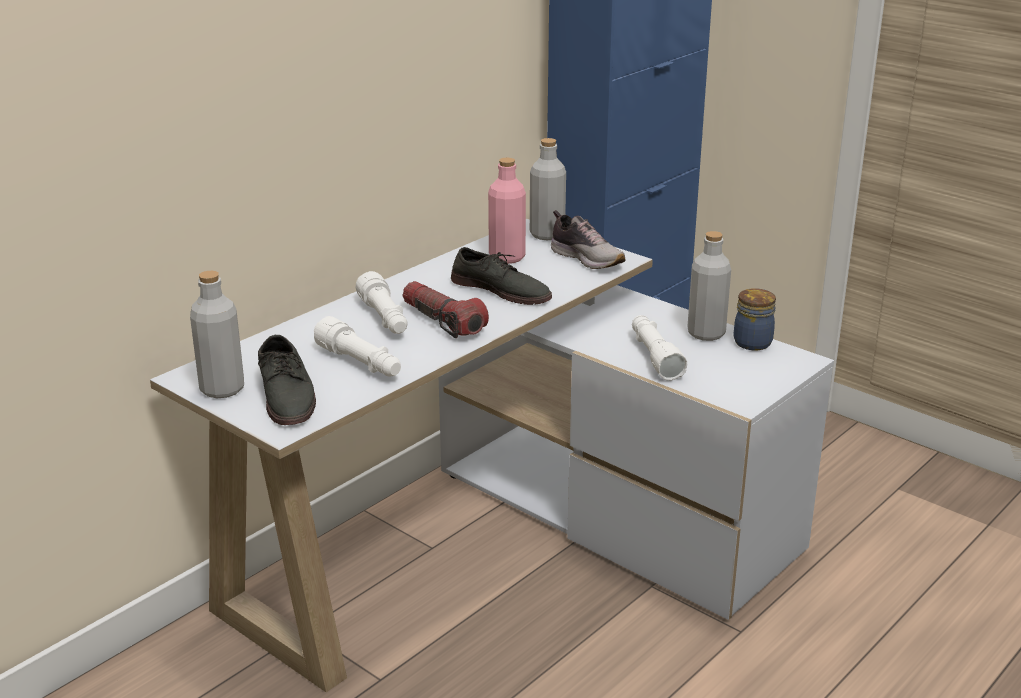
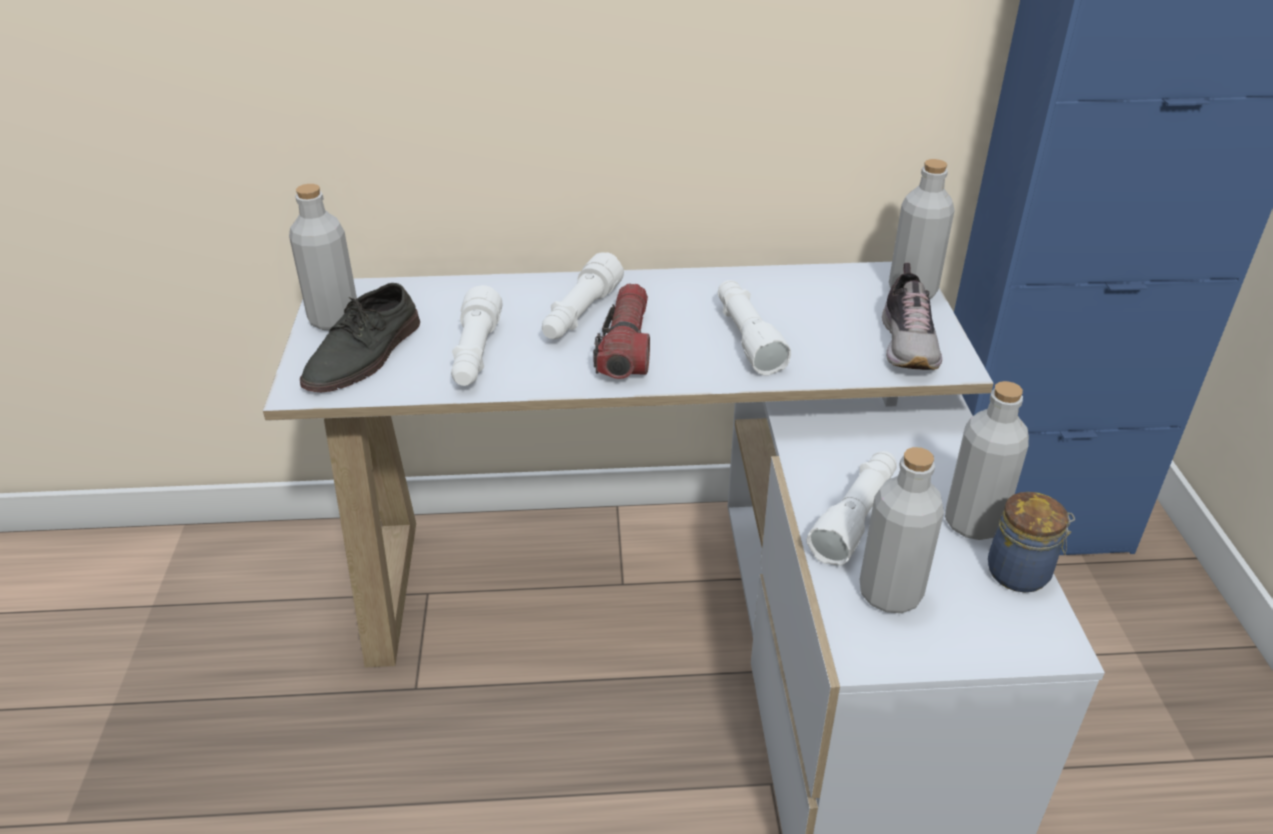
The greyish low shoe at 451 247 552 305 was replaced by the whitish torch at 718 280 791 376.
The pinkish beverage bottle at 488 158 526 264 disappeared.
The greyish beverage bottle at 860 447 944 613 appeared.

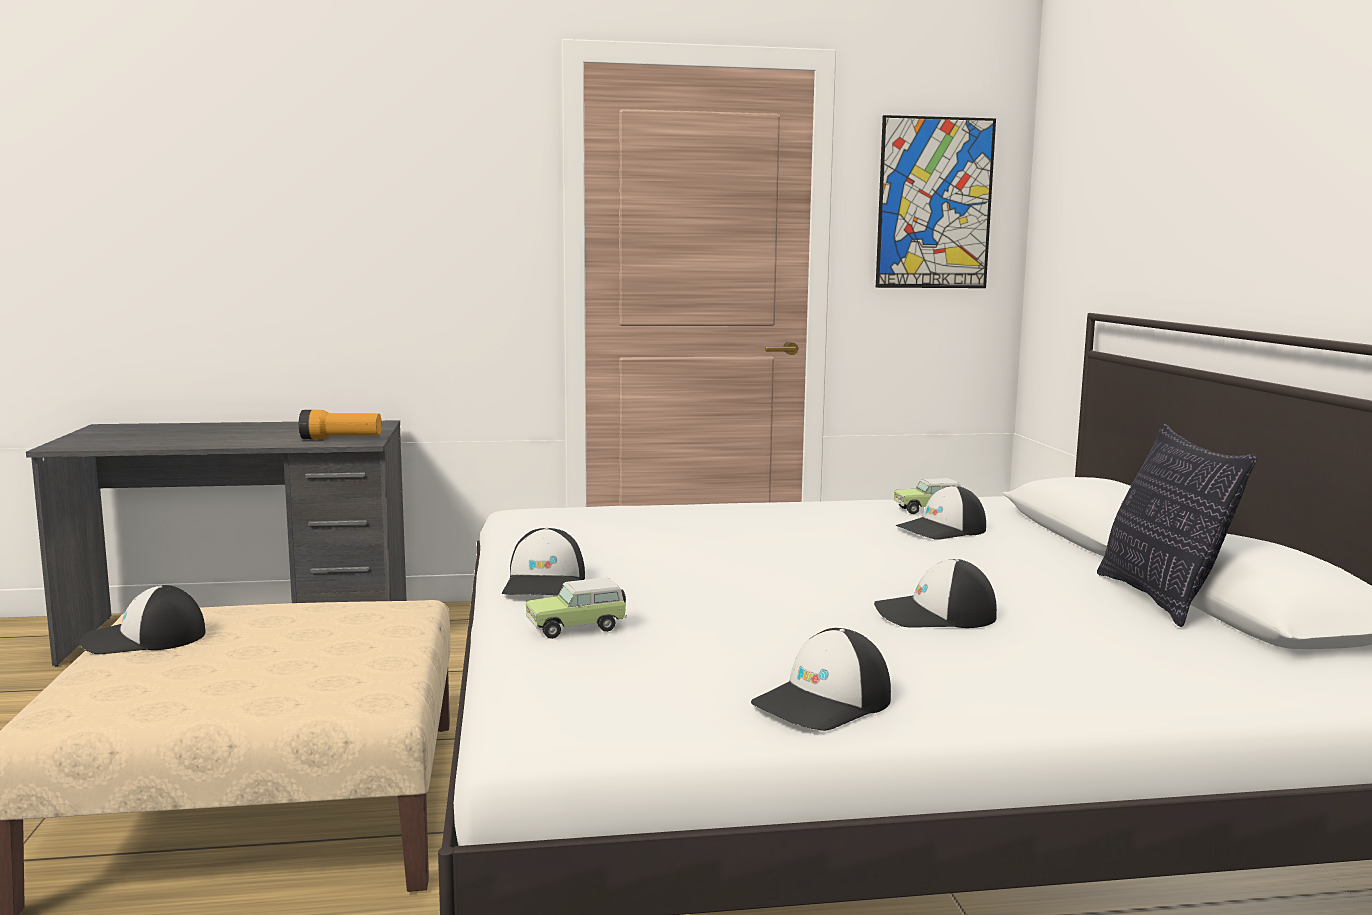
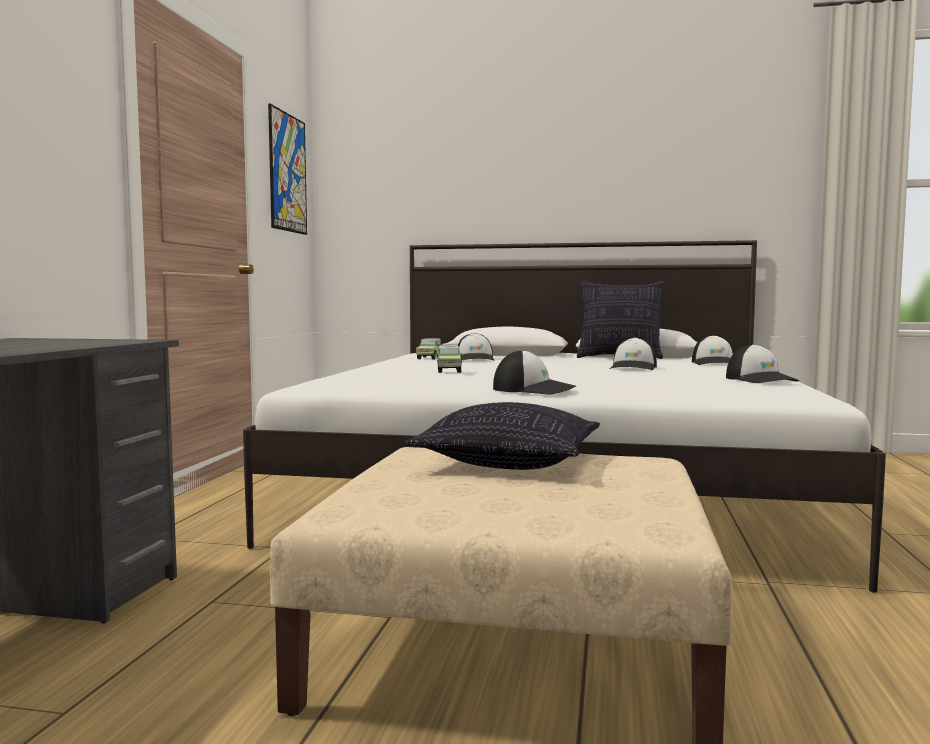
The baseball cap moved from 80 585 206 654 to 692 335 733 365.
The torch at 299 410 382 439 disappeared.
The miniature car moved from 526 578 627 639 to 436 345 463 373.
The cushion at 405 402 600 470 appeared.

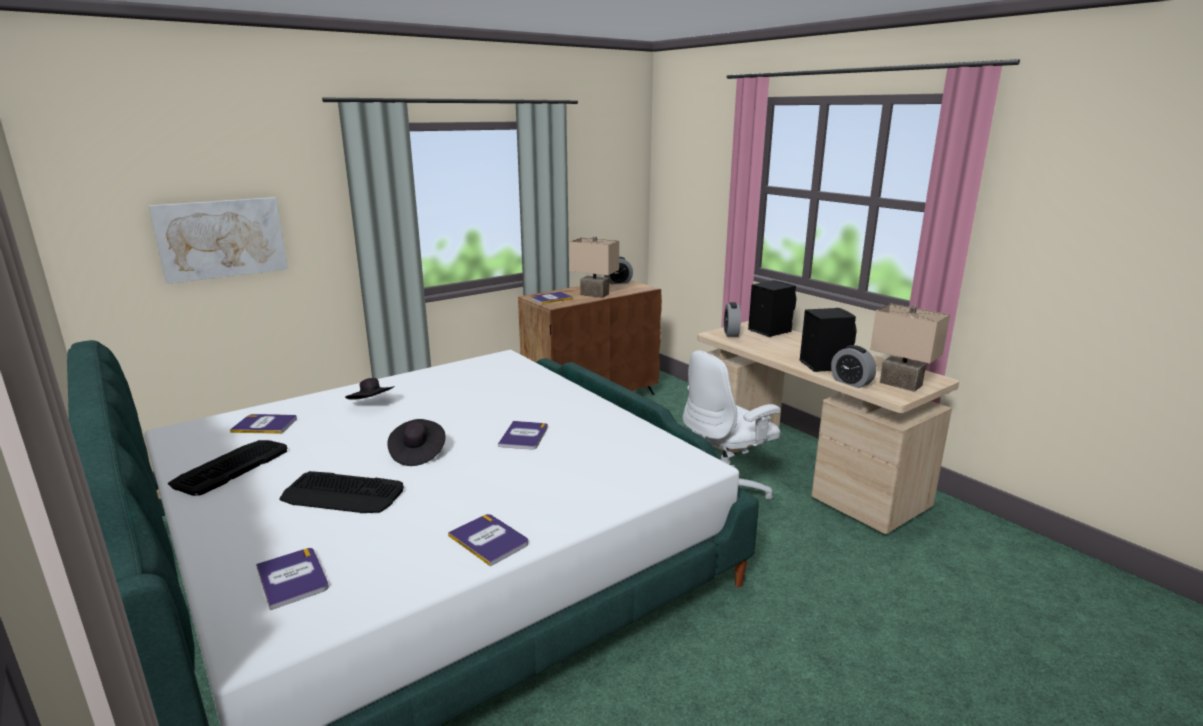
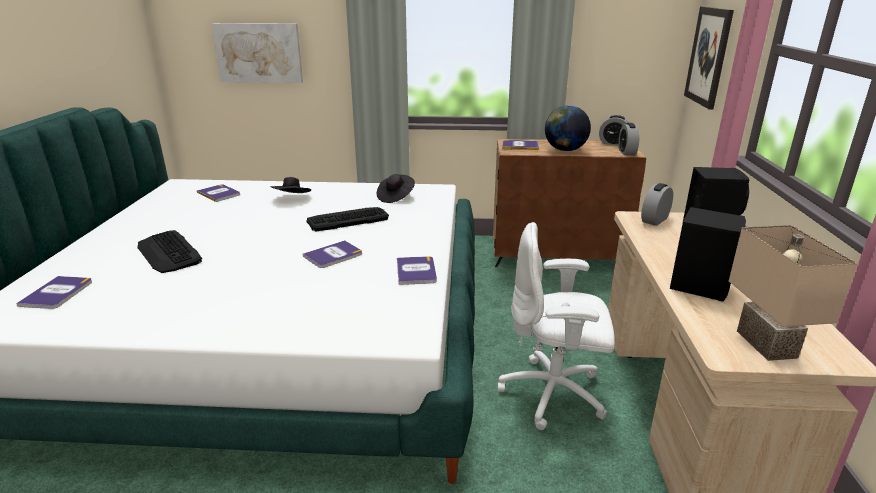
The computer keyboard moved from 168 440 288 496 to 306 207 389 231.
The black clothing hat moved from 387 419 446 466 to 377 174 415 203.
The bound book moved from 448 514 528 566 to 397 256 437 285.
The beige-coloured table lamp at 570 237 619 298 was replaced by the desk globe at 545 105 591 151.
The table clock moved from 831 345 876 388 to 618 123 639 155.
The wall picture at 684 6 734 110 appeared.

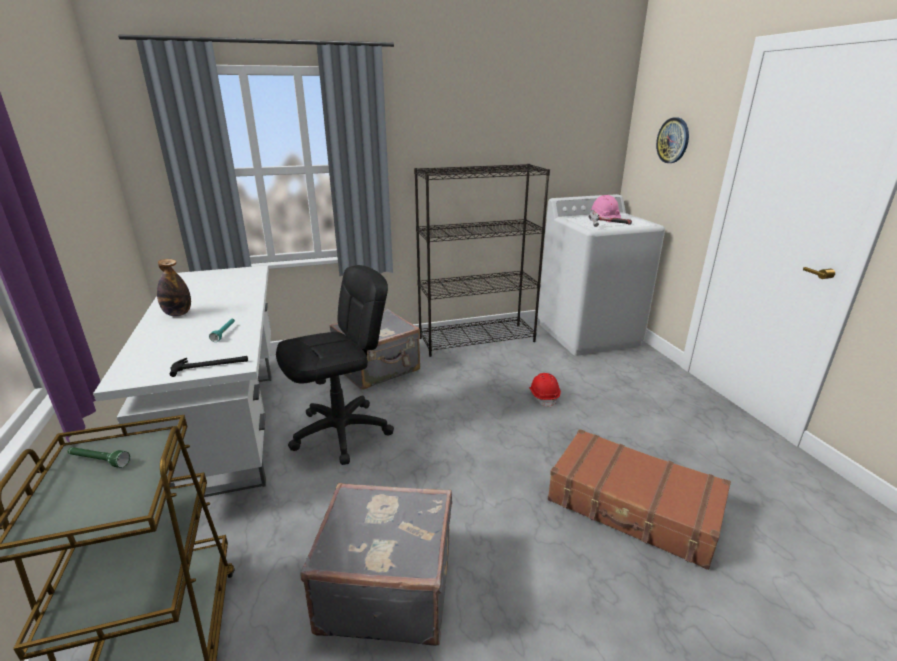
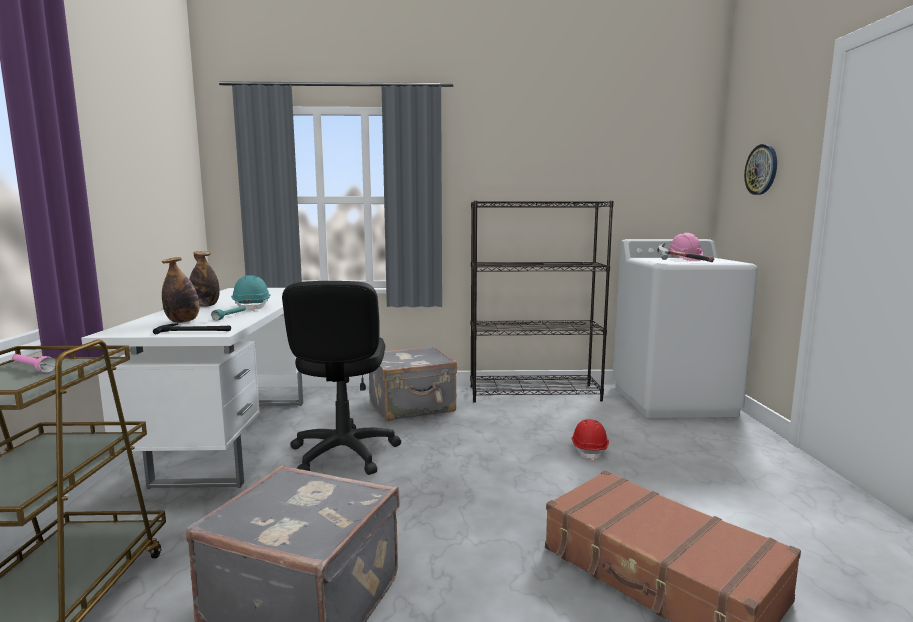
The green-coloured torch at 68 447 130 468 became the pinkish torch at 12 354 56 373.
The black desk chair at 276 265 394 465 turned 105 degrees clockwise.
The beverage bottle at 162 257 199 323 appeared.
The blue-green work helmet at 231 275 270 311 appeared.

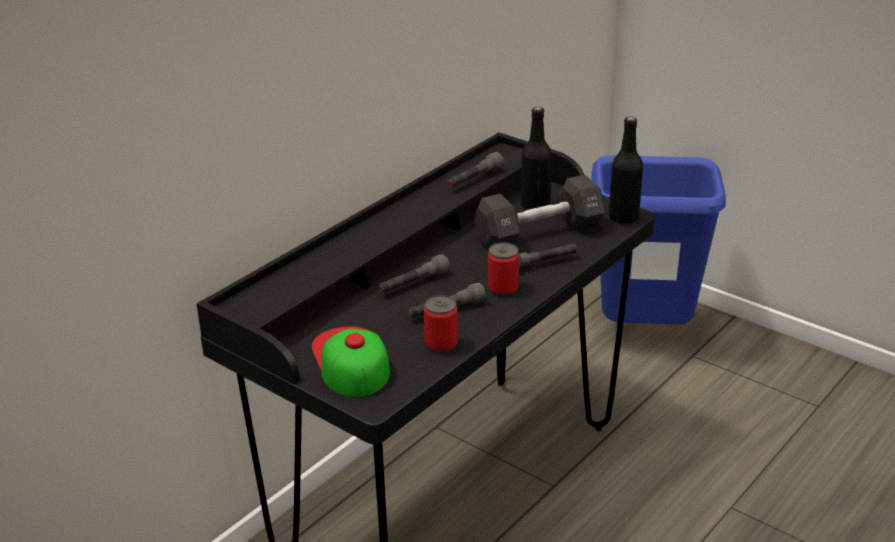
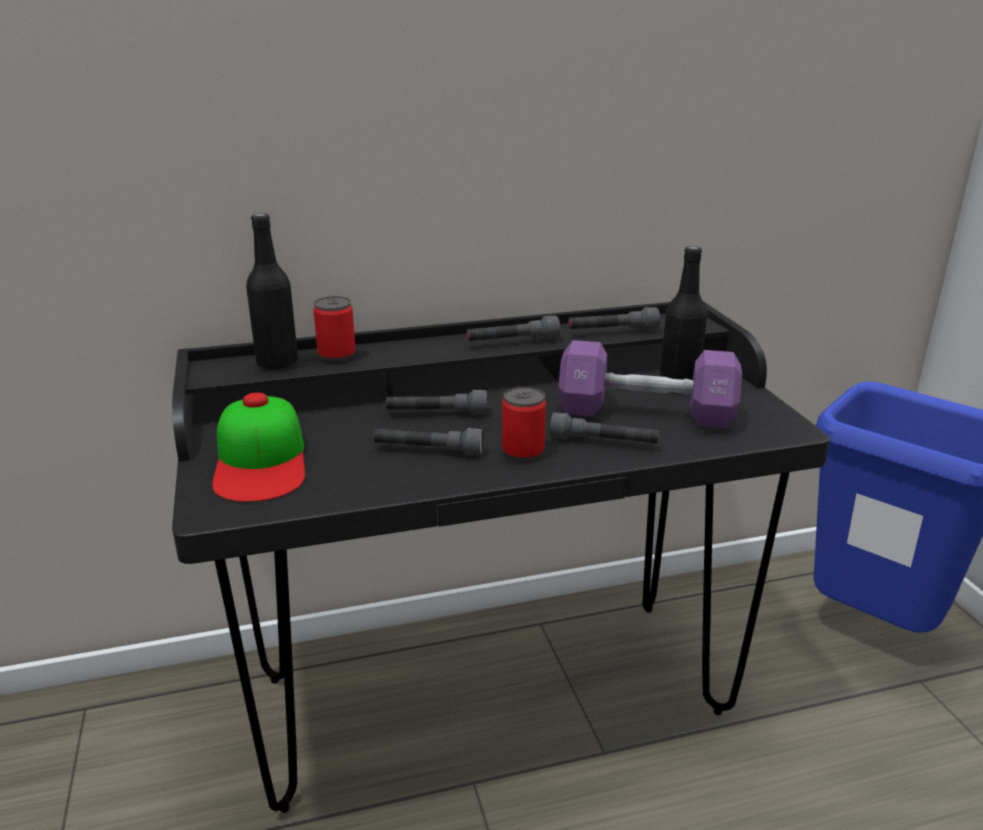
The baseball cap at 312 327 390 397 turned 150 degrees clockwise.
The sealed can moved from 424 295 458 353 to 313 296 356 362.
The black free weight at 474 174 605 247 became the purple free weight at 558 340 742 428.
The black beverage bottle moved from 609 117 643 223 to 246 213 298 370.
The greyish torch at 466 316 560 341 appeared.

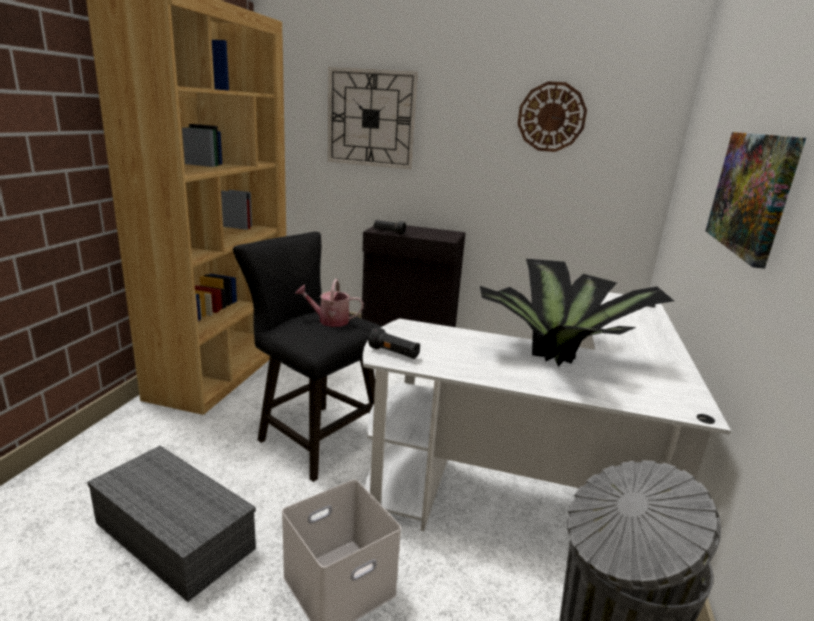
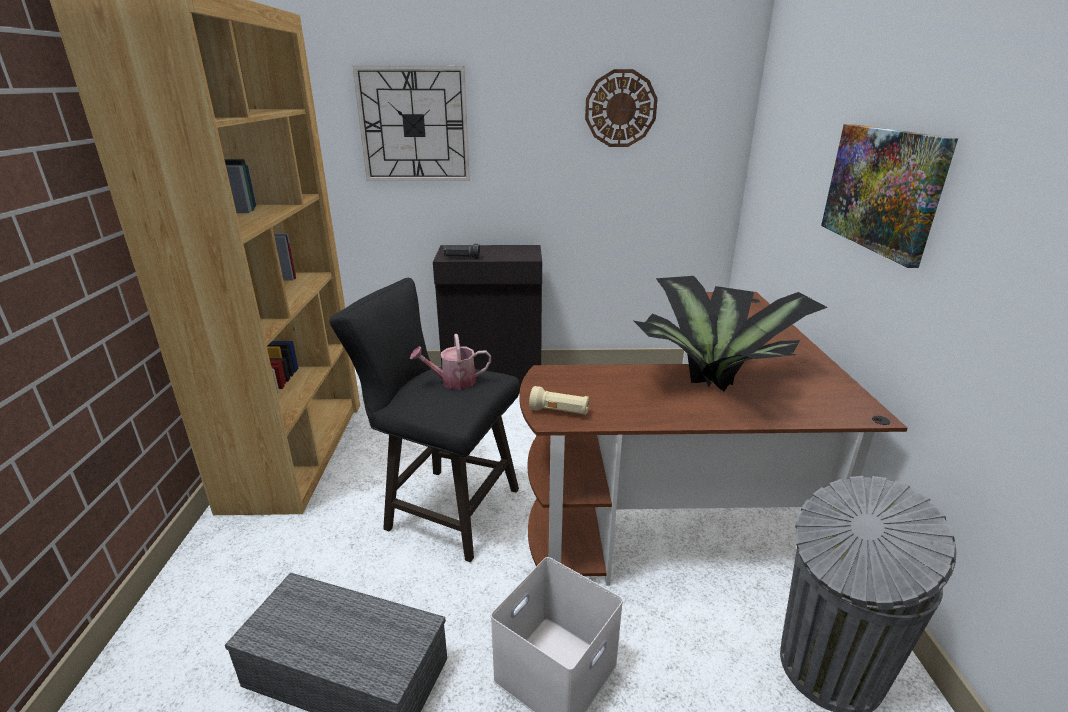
The whitish desk unit at 363 292 731 531 became the brown-coloured desk unit at 519 292 908 586.
The black torch at 368 327 420 359 became the beige-coloured torch at 529 386 589 415.

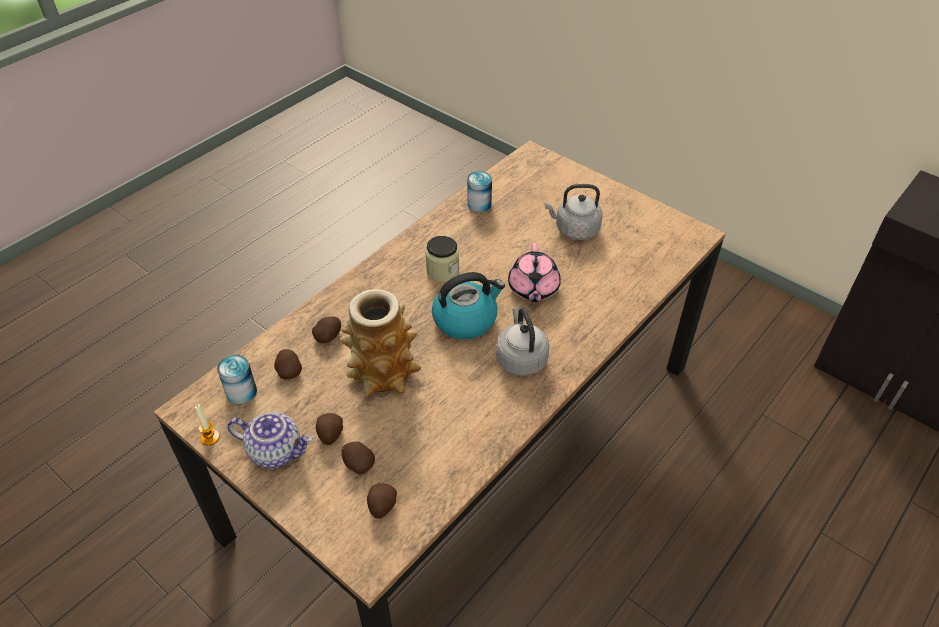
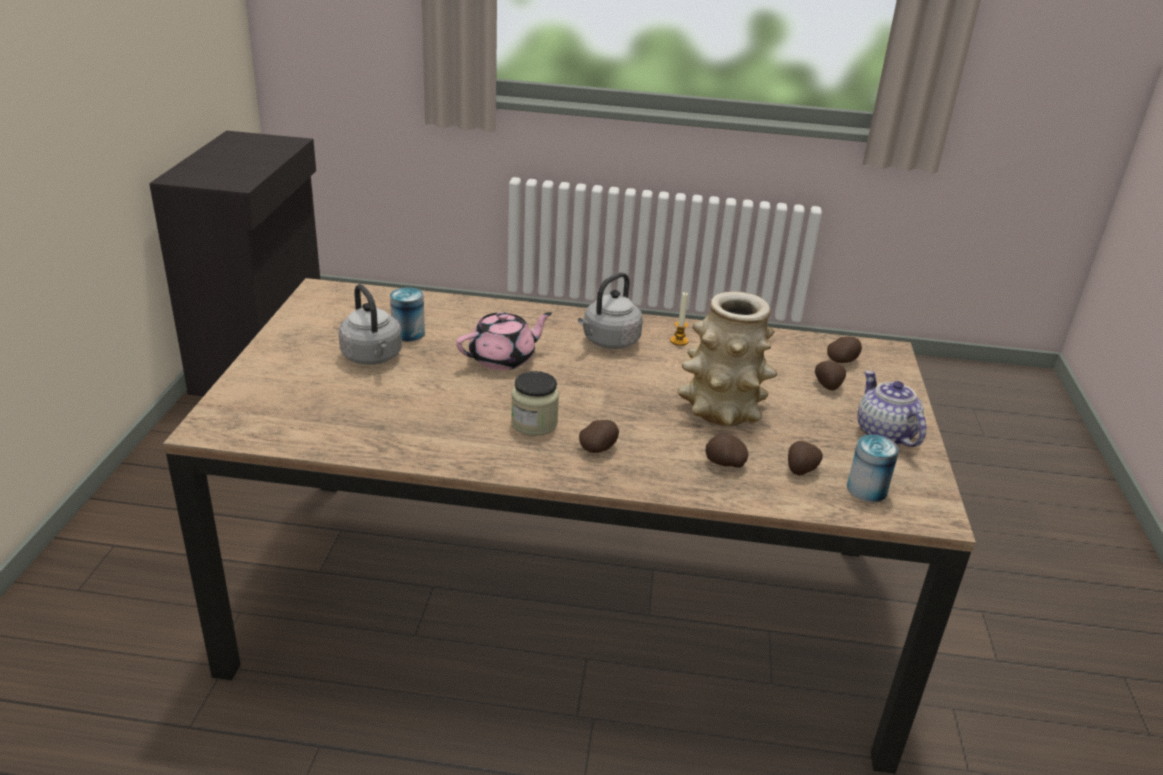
The wax candle moved from 195 404 220 445 to 670 292 689 346.
The whole potato moved from 316 413 343 445 to 579 420 619 453.
The water kettle at 432 272 505 339 disappeared.
The sealed can moved from 467 171 492 212 to 390 287 425 342.

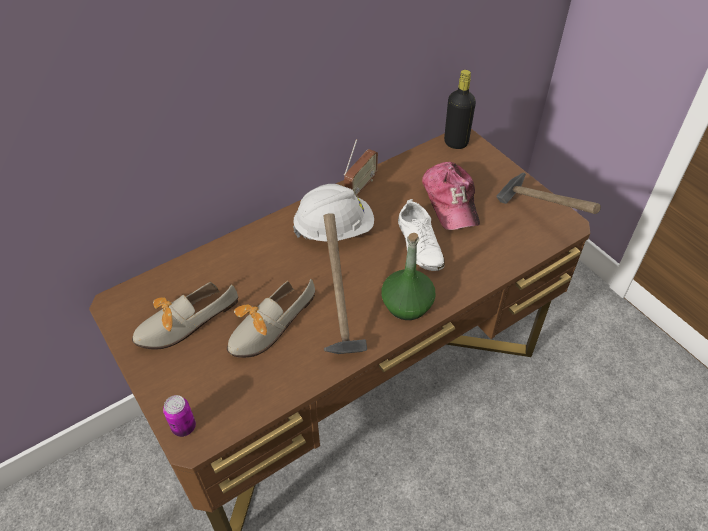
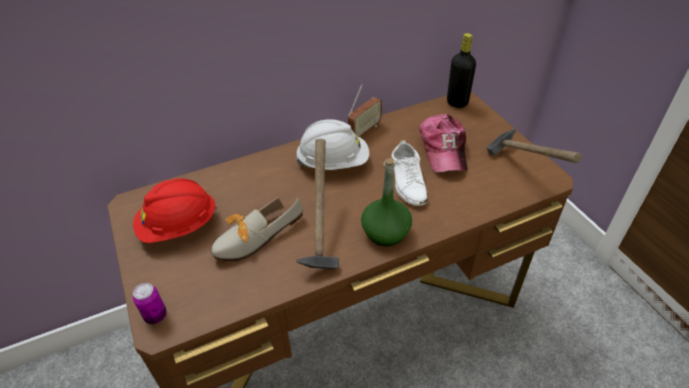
The low shoe at 132 282 239 350 was replaced by the red-coloured work helmet at 133 178 217 243.

